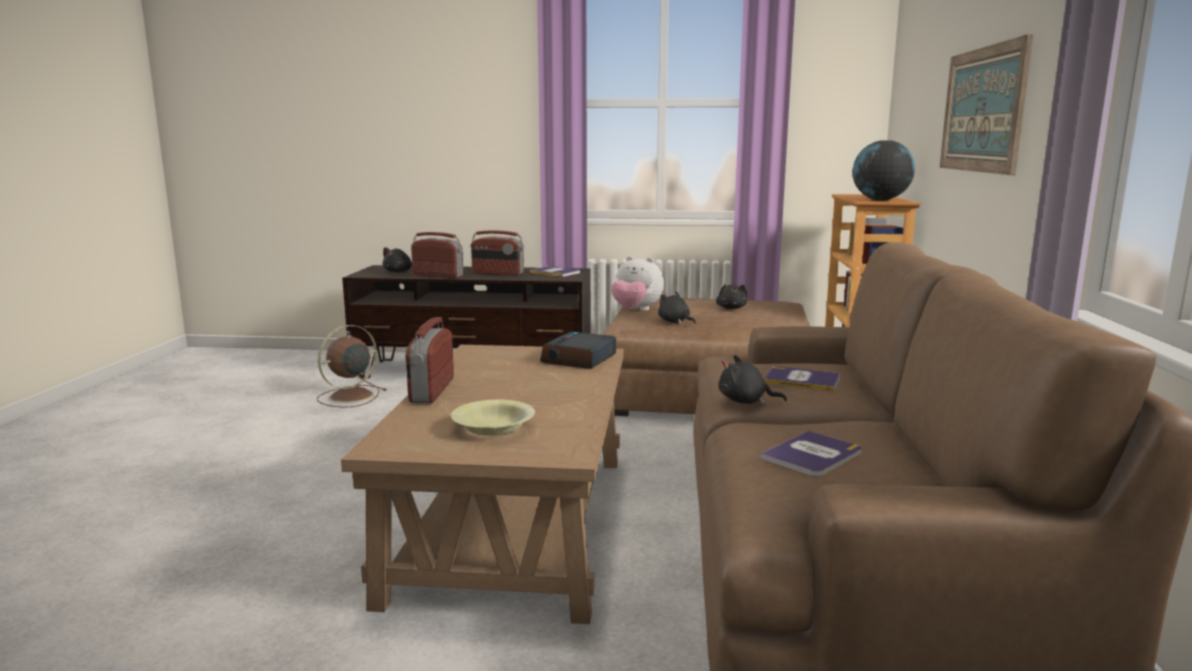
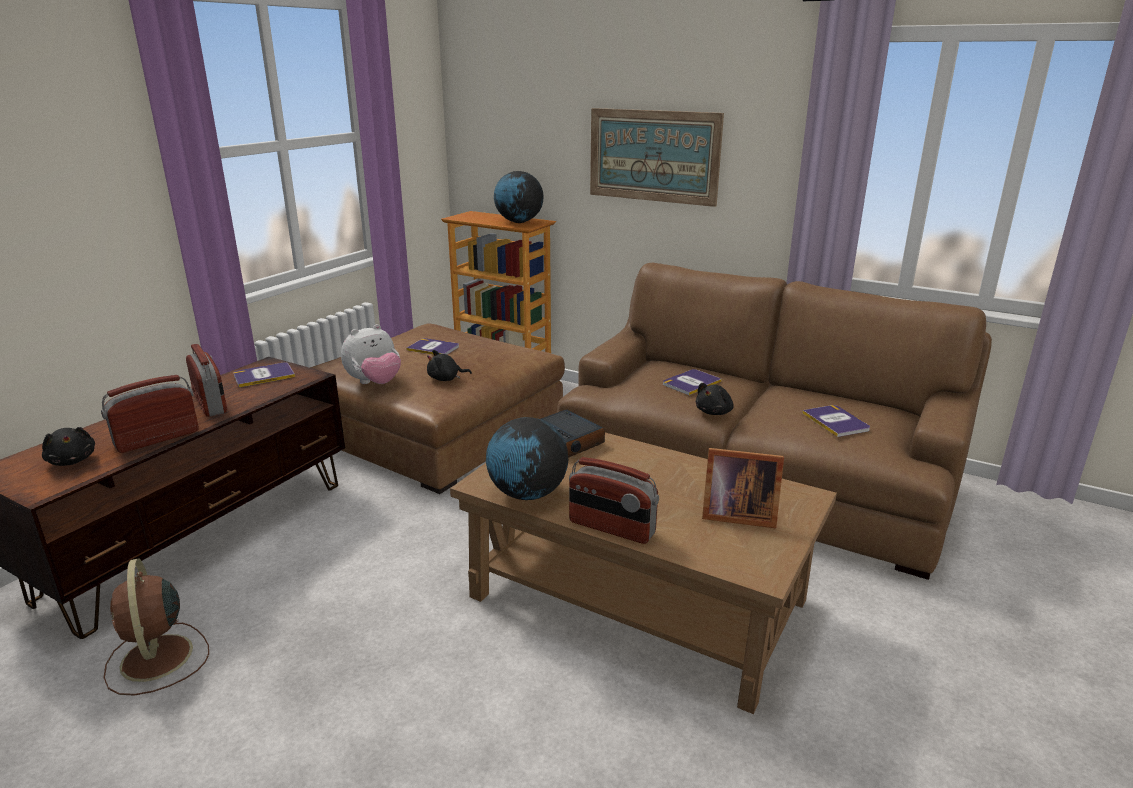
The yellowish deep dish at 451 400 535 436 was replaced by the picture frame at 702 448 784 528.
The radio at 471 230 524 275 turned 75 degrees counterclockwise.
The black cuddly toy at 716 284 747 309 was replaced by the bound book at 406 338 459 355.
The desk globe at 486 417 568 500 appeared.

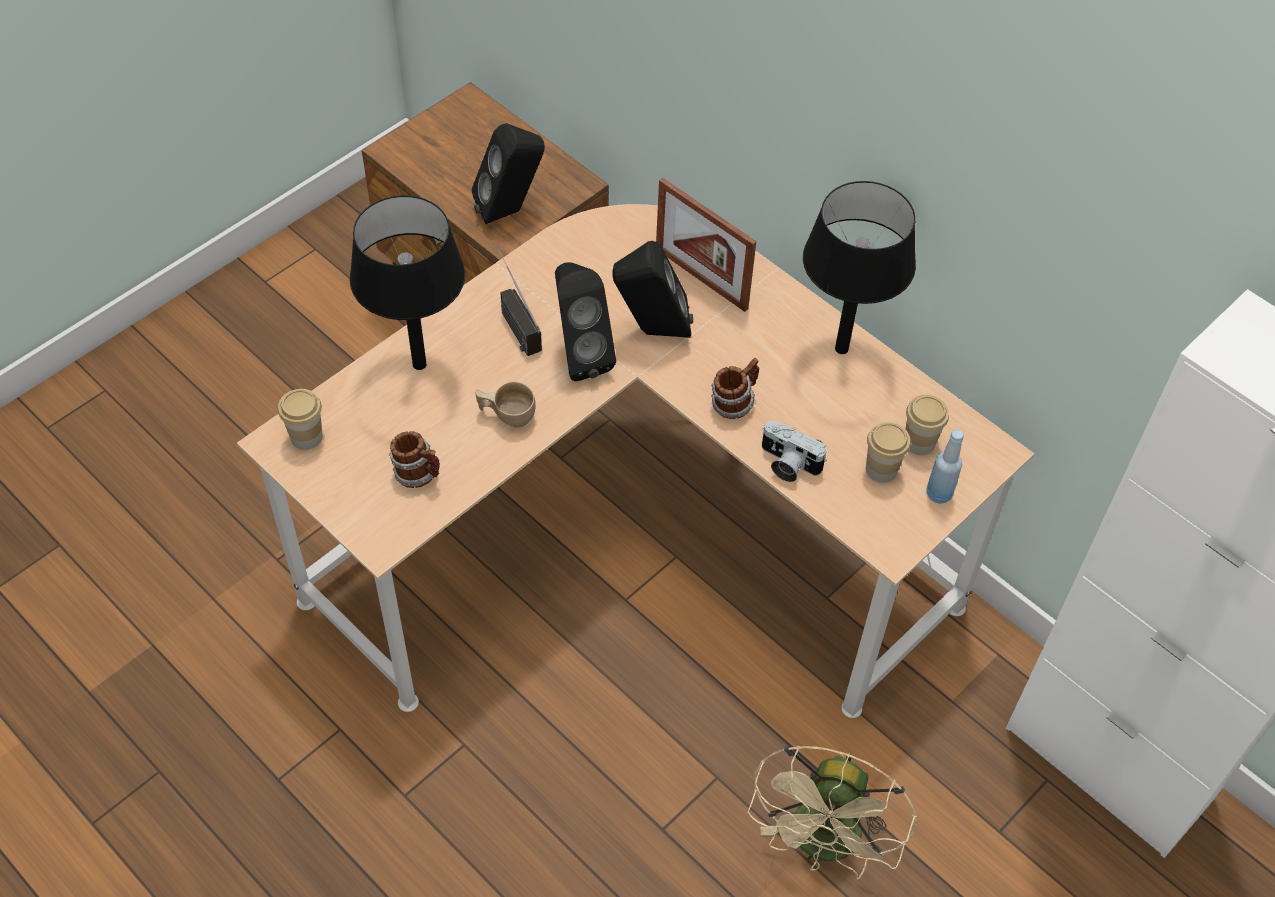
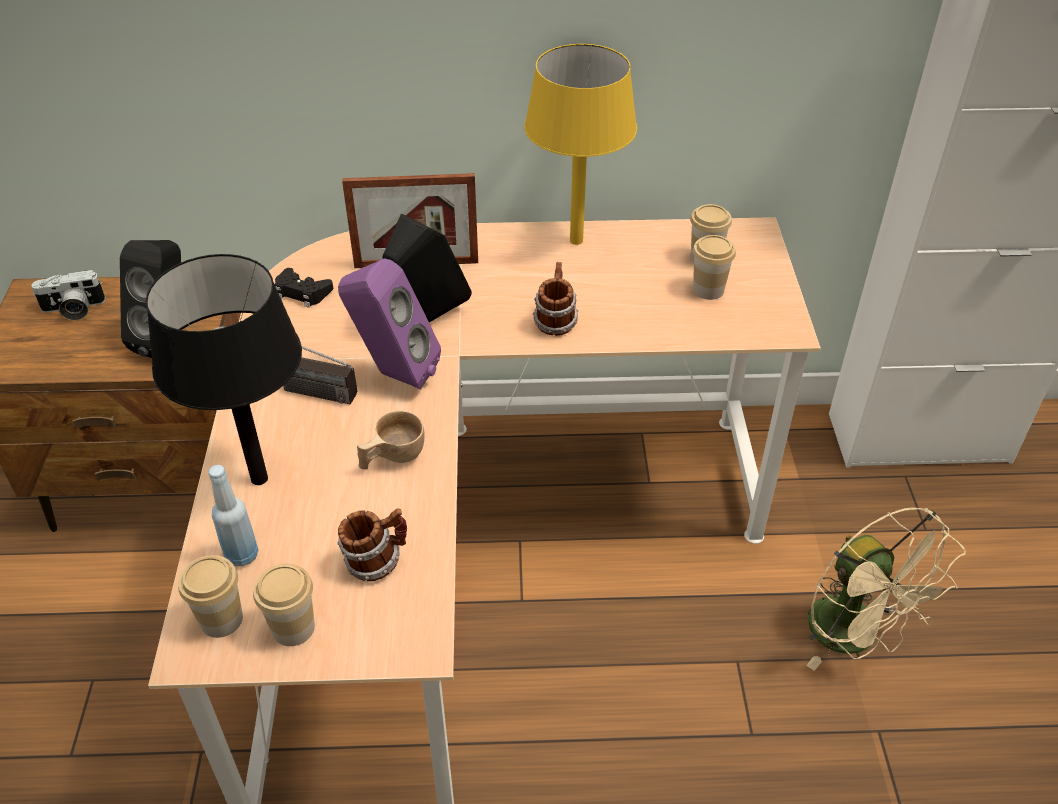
The black loudspeaker at 555 262 616 381 became the purple loudspeaker at 338 258 441 389.
The photo camera moved from 762 420 827 482 to 31 270 106 320.
The black table lamp at 803 181 916 354 became the yellowish table lamp at 524 44 637 245.
The blue-coloured beverage bottle moved from 926 429 964 504 to 208 465 259 566.
The drinking cup at 253 564 315 646 appeared.
The black joypad at 275 268 333 308 appeared.

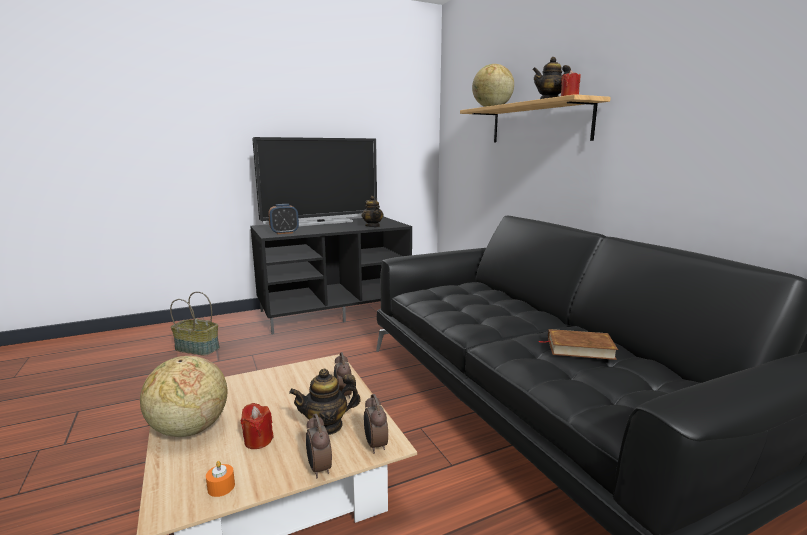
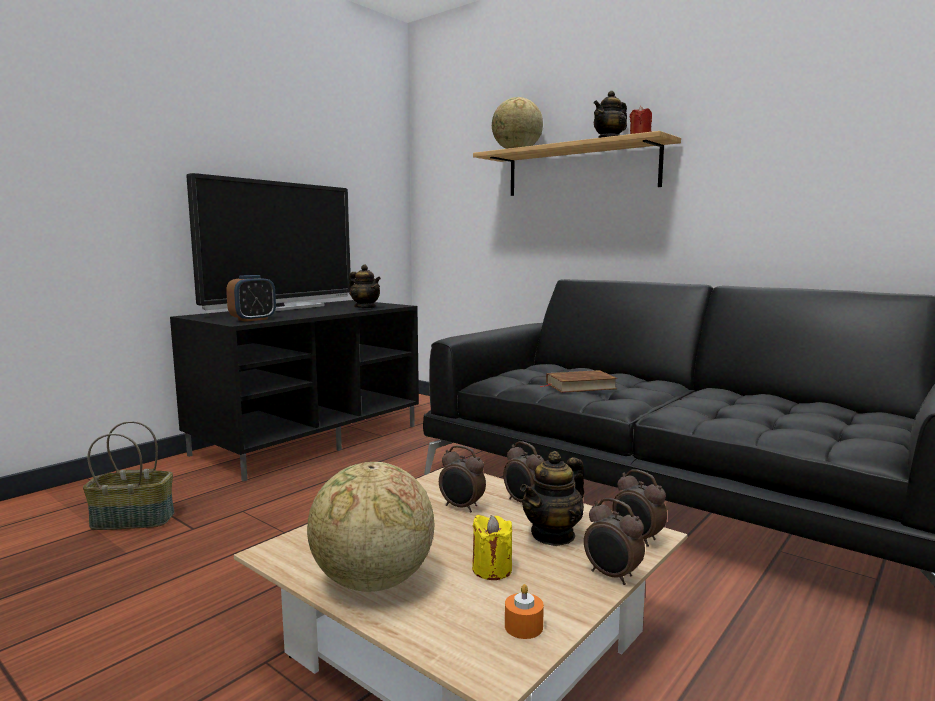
The red-coloured wax candle at 241 403 274 449 became the yellowish wax candle at 472 515 512 580.
The brown-coloured bound book moved from 539 329 618 360 to 540 370 618 393.
The table clock at 439 445 486 512 appeared.

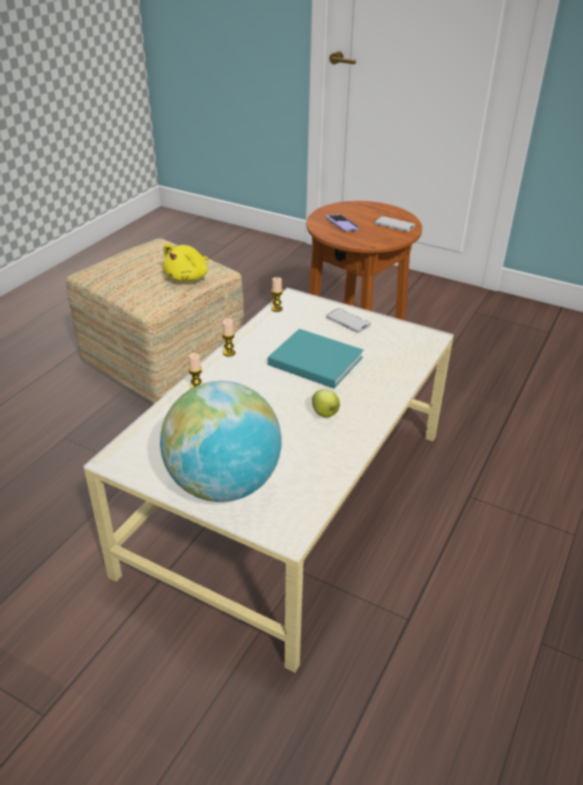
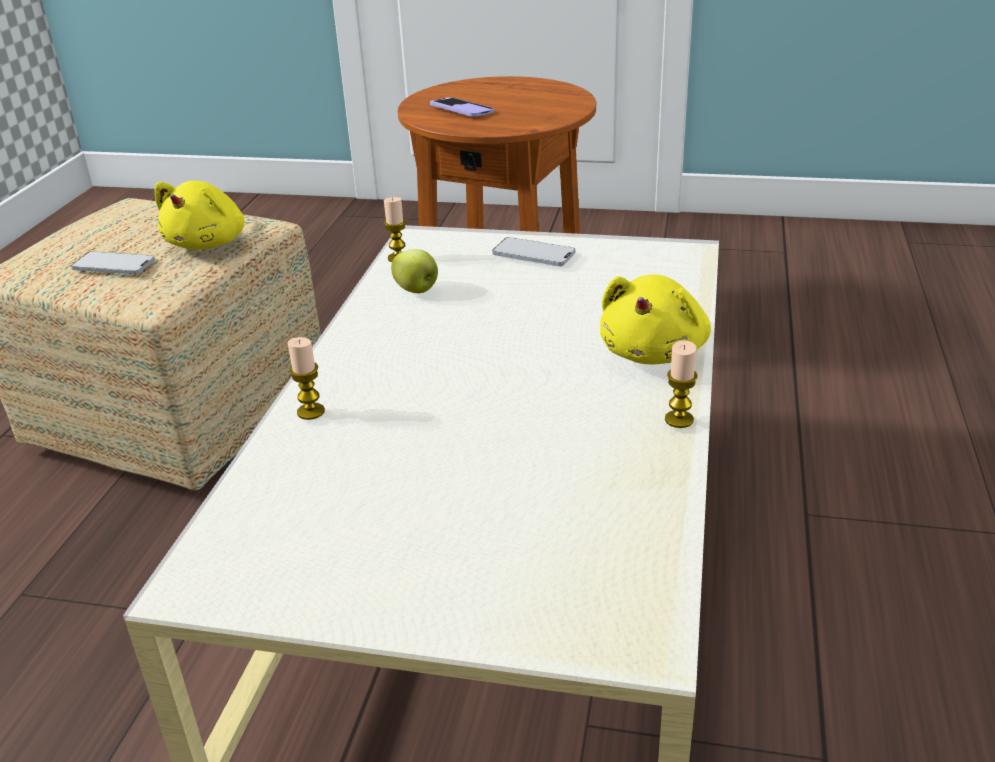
The desk globe at 160 381 282 502 disappeared.
The wax candle moved from 222 318 236 357 to 665 341 698 428.
The blue-green bound book at 268 329 364 388 disappeared.
The apple fruit moved from 312 389 340 417 to 391 249 438 293.
The phone moved from 374 216 415 232 to 71 251 155 274.
The yellowish cuddly toy at 600 275 711 364 appeared.

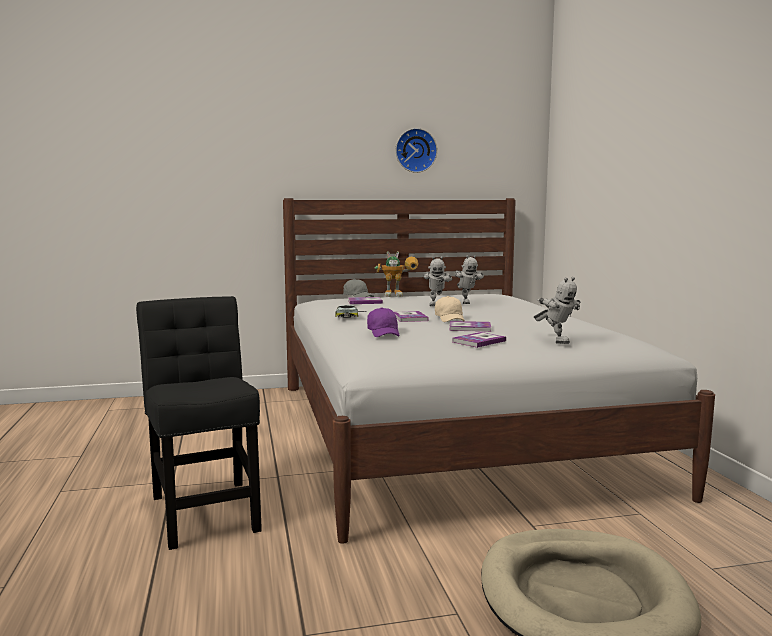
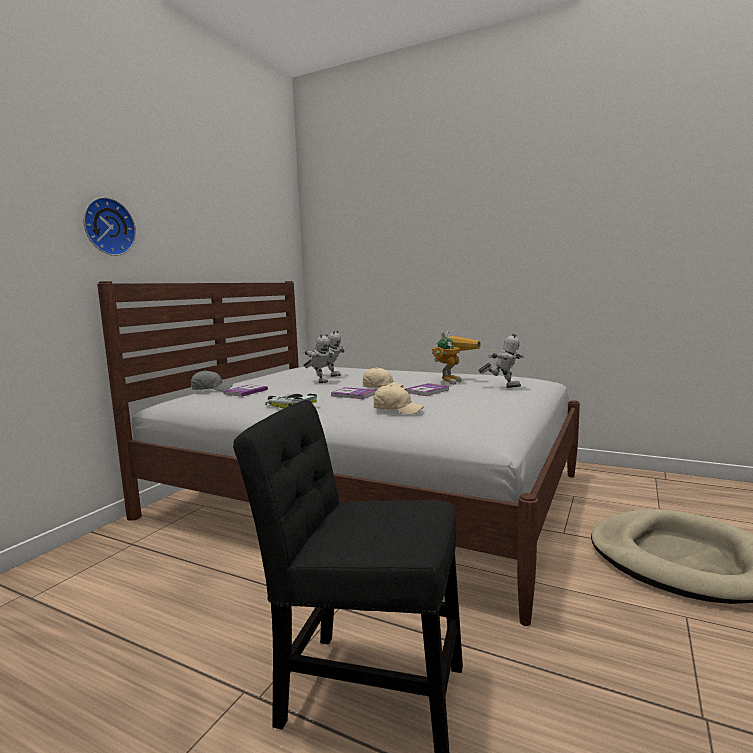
The purple baseball cap at 367 307 400 337 became the beige-coloured baseball cap at 373 385 424 415.
The model robot moved from 375 251 419 297 to 432 331 481 385.
The hanging clock moved from 396 128 437 173 to 83 197 136 256.
The bound book at 452 332 506 348 disappeared.

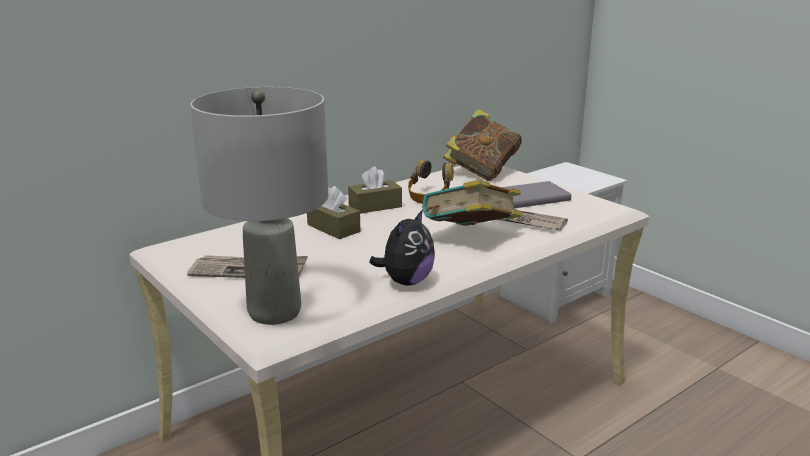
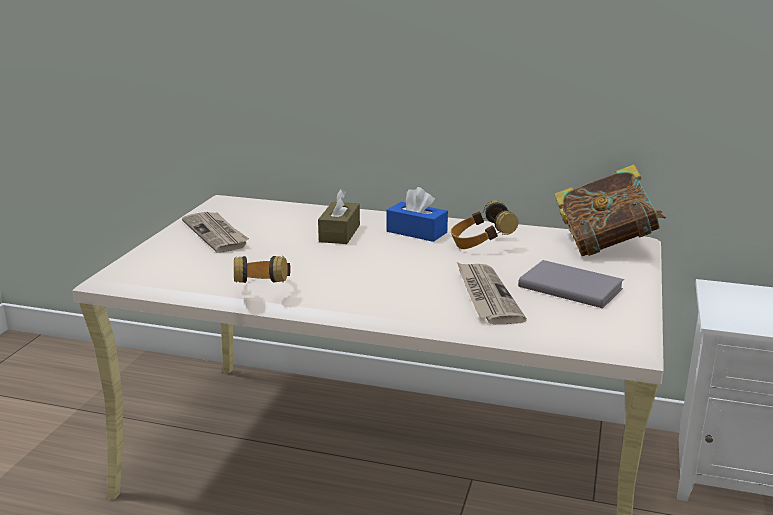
The greyish table lamp at 190 87 328 325 disappeared.
The brown-coloured box of tissues at 348 166 402 214 became the blue-coloured box of tissues at 387 187 448 242.
The cuddly toy at 369 209 435 286 was replaced by the headphones at 234 256 291 283.
The bound book at 422 180 523 226 disappeared.

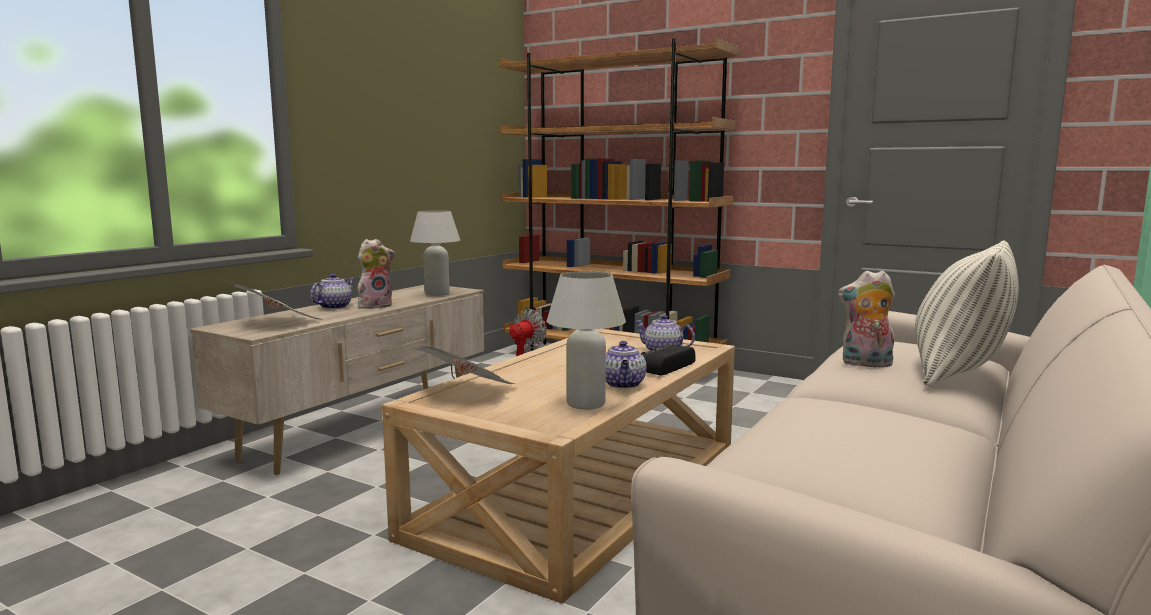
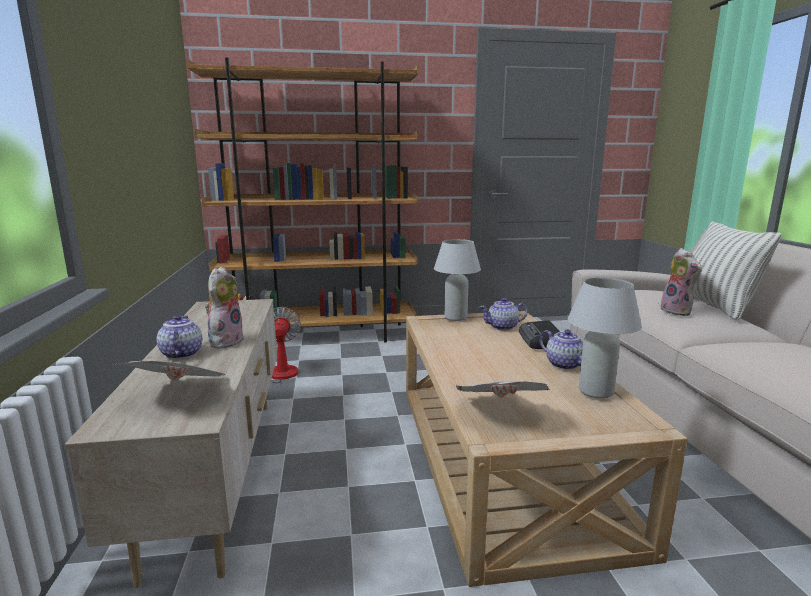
The whitish table lamp moved from 410 210 460 296 to 434 239 481 321.
The cuddly toy at 838 270 895 369 turned 75 degrees counterclockwise.

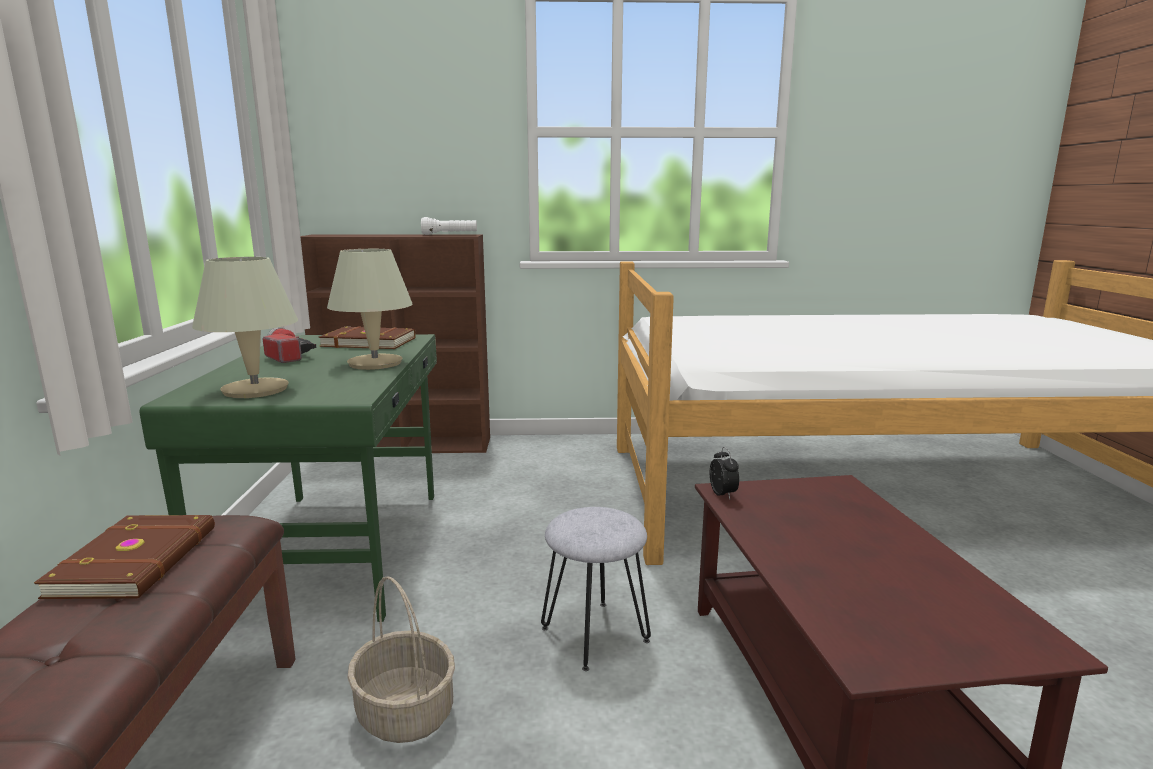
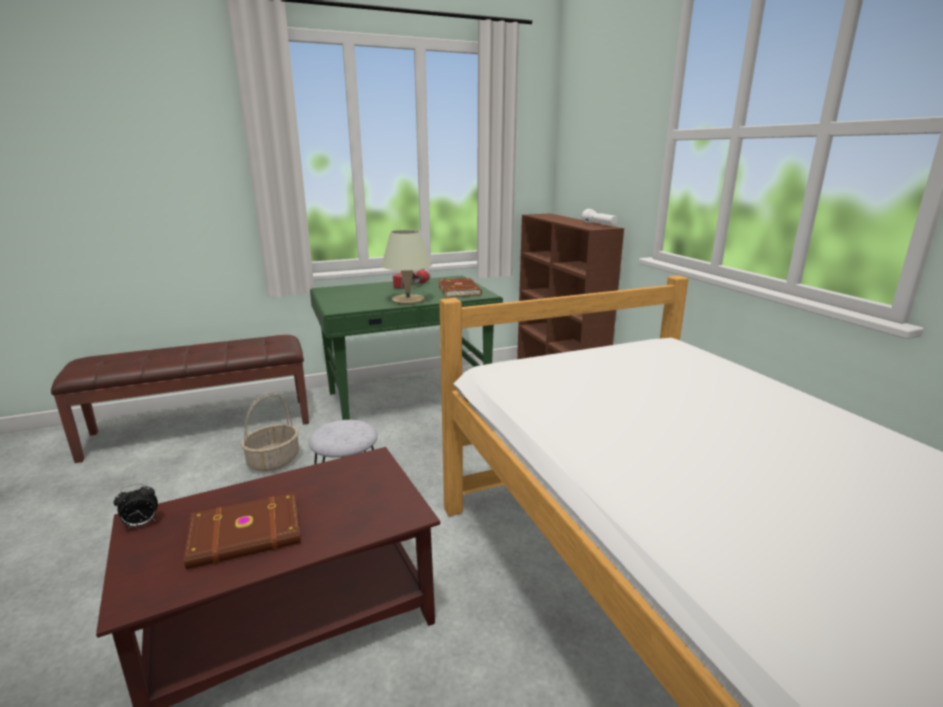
The brown-coloured bound book moved from 34 515 215 599 to 184 493 301 569.
The beige-coloured table lamp at 192 257 298 398 disappeared.
The table clock moved from 710 447 739 499 to 113 484 158 529.

